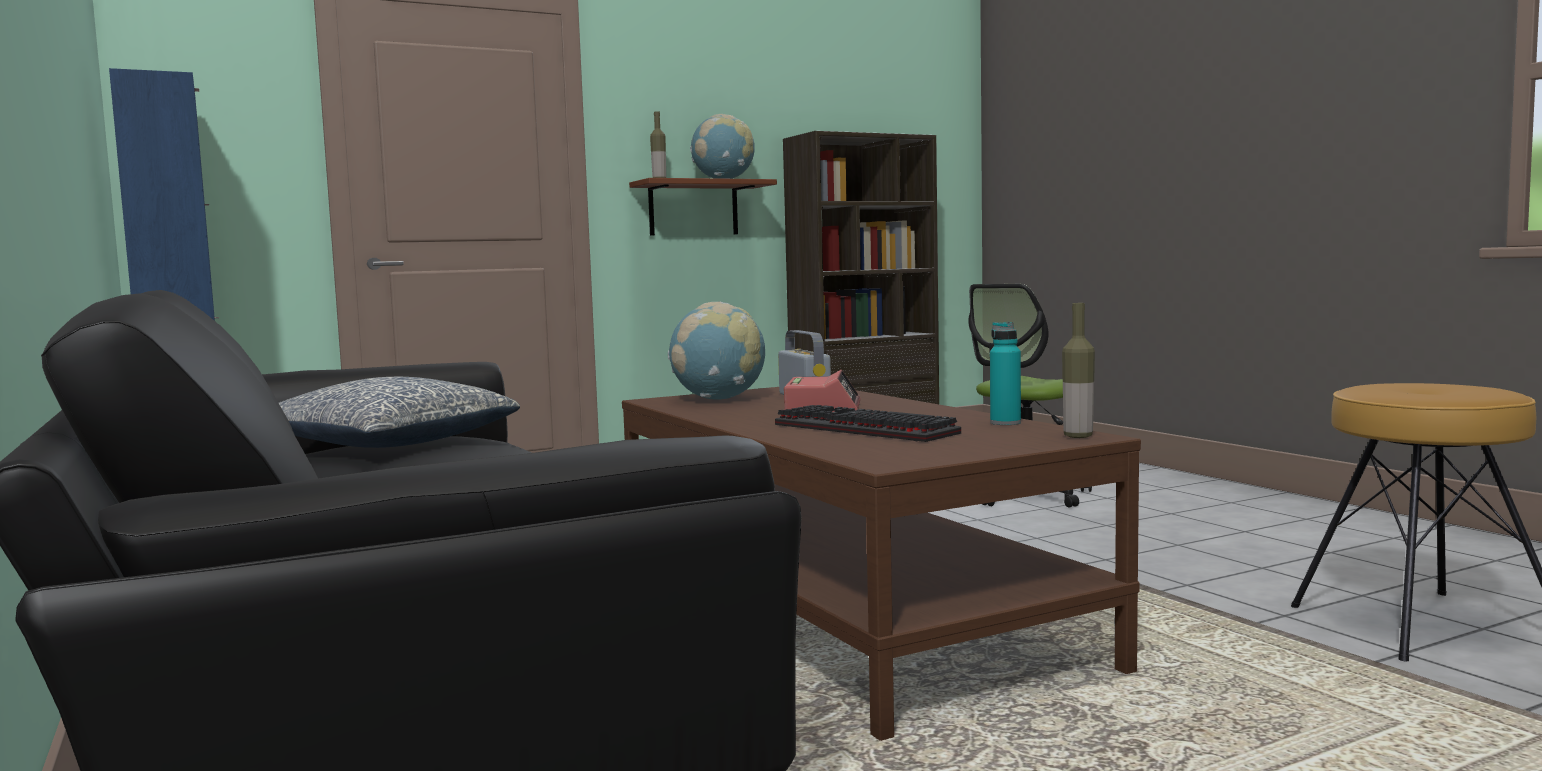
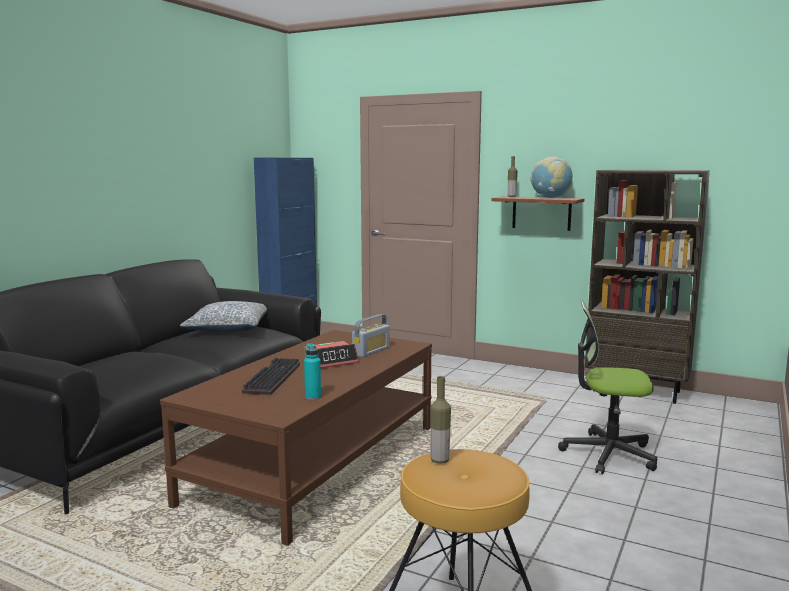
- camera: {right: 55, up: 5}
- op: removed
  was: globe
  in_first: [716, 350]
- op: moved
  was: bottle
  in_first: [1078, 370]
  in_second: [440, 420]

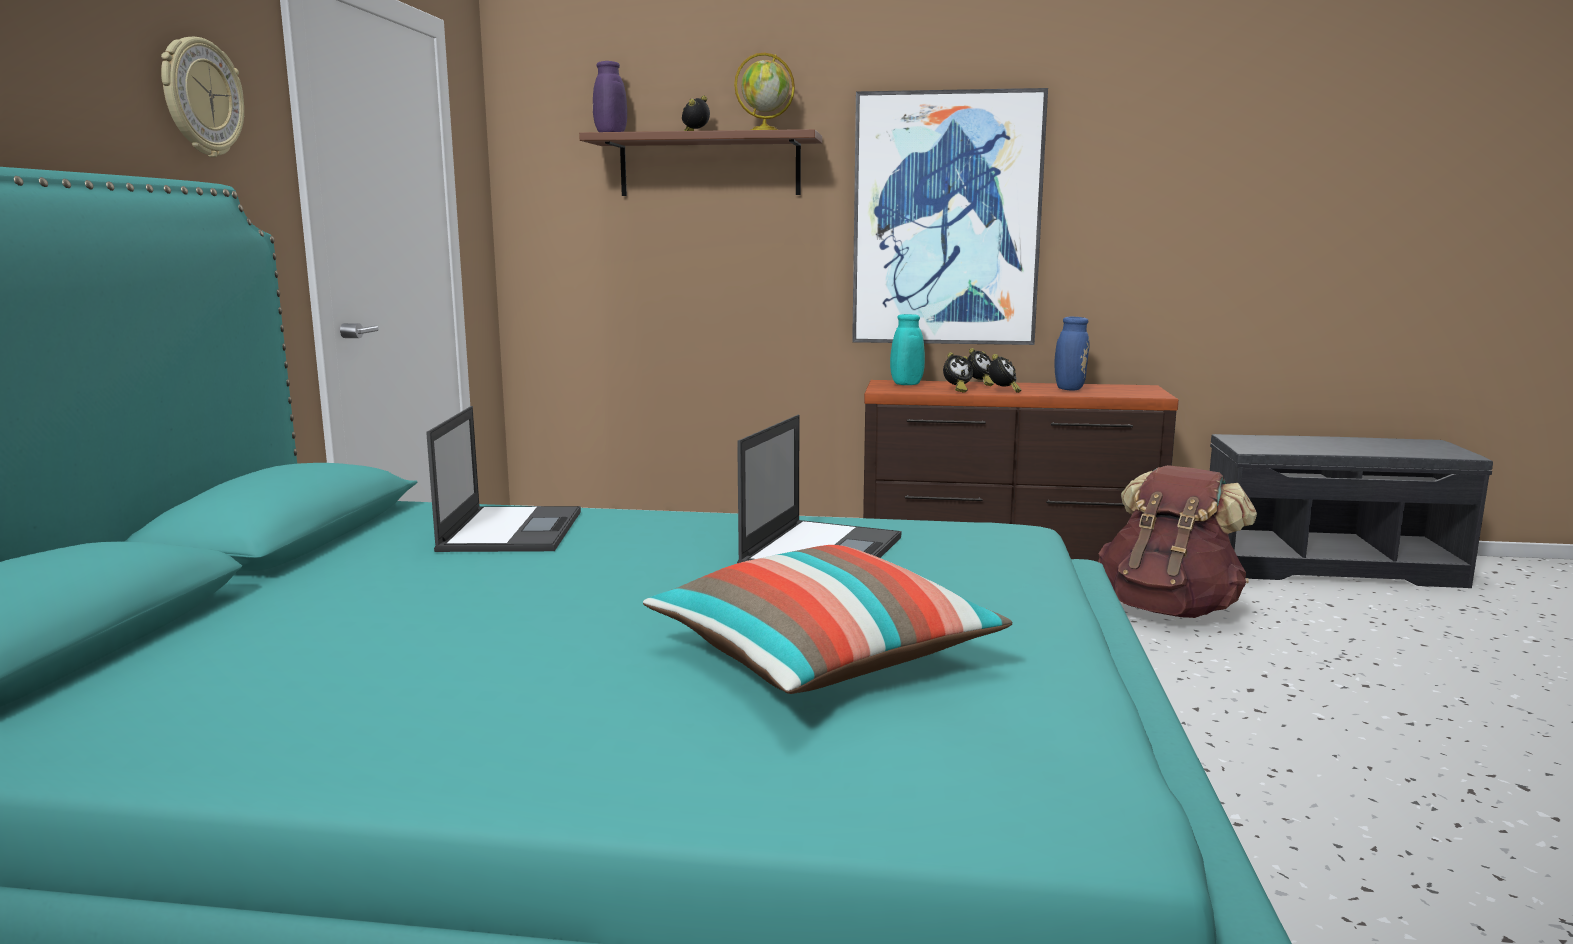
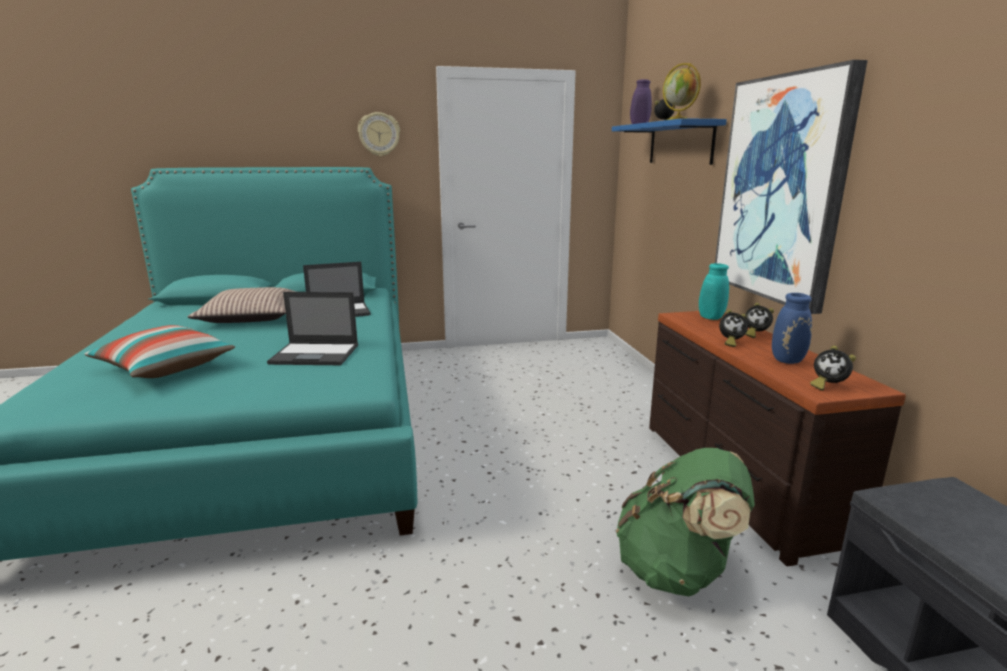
- camera: {right: 70, up: 5}
- op: recoloured
  was: brown_shelf
  now: blue_shelf
  in_first: [700, 162]
  in_second: [669, 141]
- op: moved
  was: alarm_clock
  in_first: [958, 372]
  in_second: [833, 368]
- op: recoloured
  was: brown_backpack
  now: green_backpack
  in_first: [1177, 541]
  in_second: [685, 522]
- op: added
  now: pillow
  in_second: [242, 305]

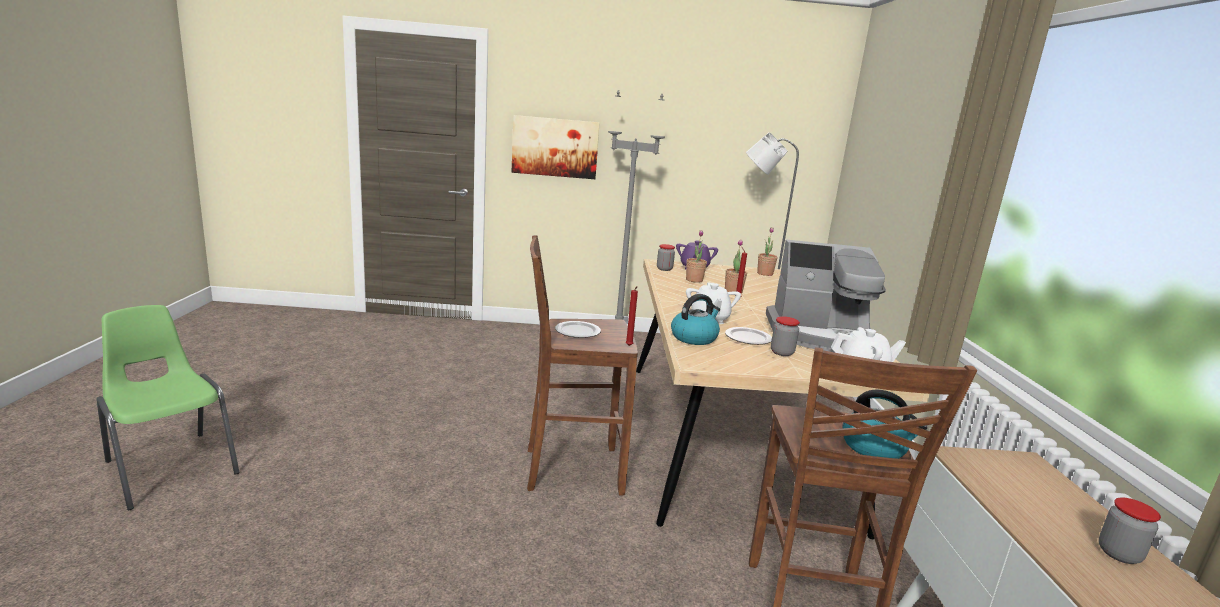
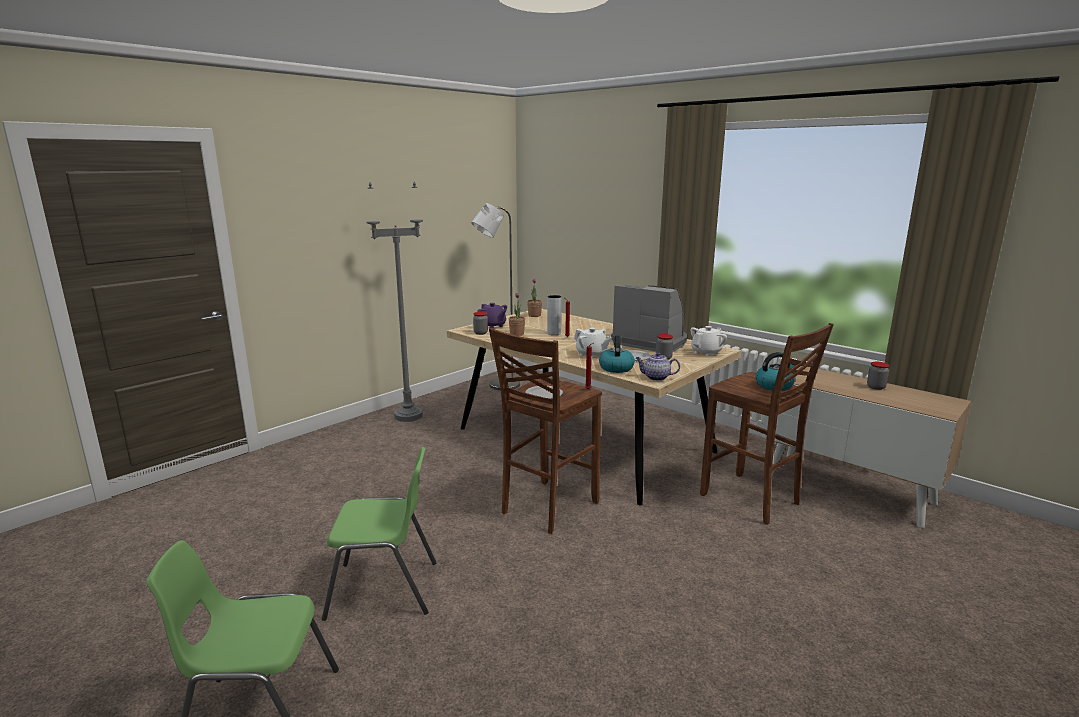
- camera: {right: -45, up: 0}
- op: removed
  was: picture
  in_first: [555, 147]
- op: replaced
  was: potted_plant
  now: grey_vase
  in_first: [736, 266]
  in_second: [554, 315]
- op: turned
  was: coffee_machine
  in_first: [826, 296]
  in_second: [649, 318]
  clockwise: -105
- op: added
  now: teapot
  in_second: [658, 366]
- op: added
  now: green_chair
  in_second: [379, 534]

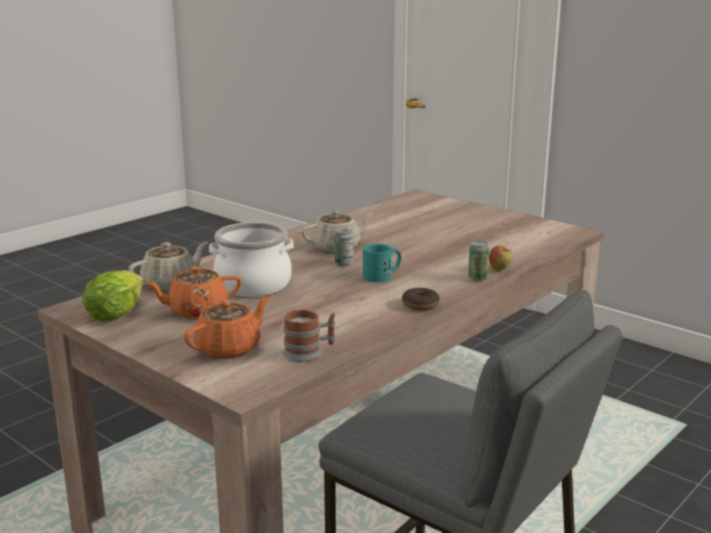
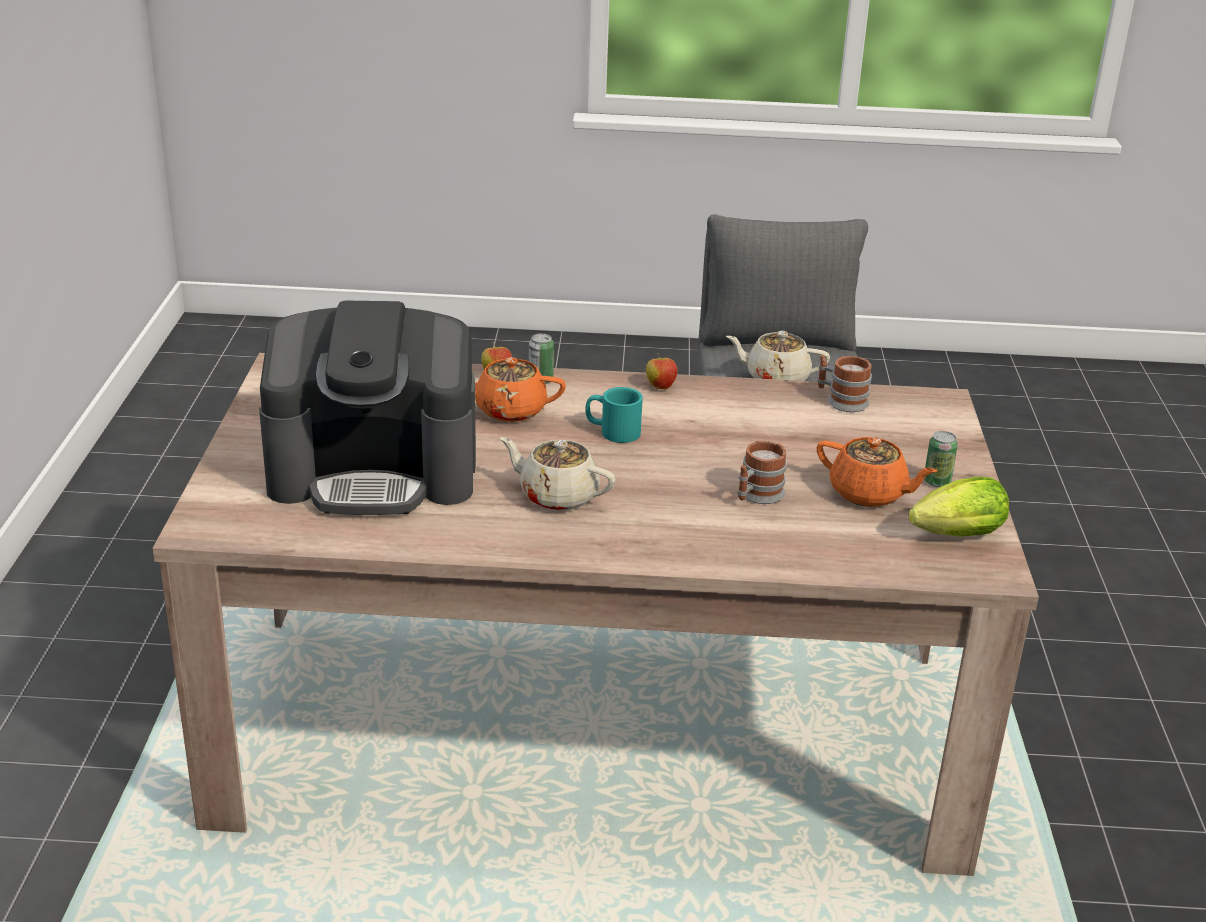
- camera: {right: -130, up: 10}
- op: replaced
  was: cooking_pot
  now: mug
  in_first: [251, 259]
  in_second: [762, 472]
- op: moved
  was: can
  in_first: [343, 247]
  in_second: [941, 459]
- op: moved
  was: beige_teapot
  in_first: [168, 266]
  in_second: [778, 356]
- op: replaced
  was: donut
  now: apple
  in_first: [421, 299]
  in_second: [661, 371]
- op: moved
  was: orange_teapot
  in_first: [226, 328]
  in_second: [520, 389]
- op: added
  now: coffee_machine
  in_second: [367, 408]

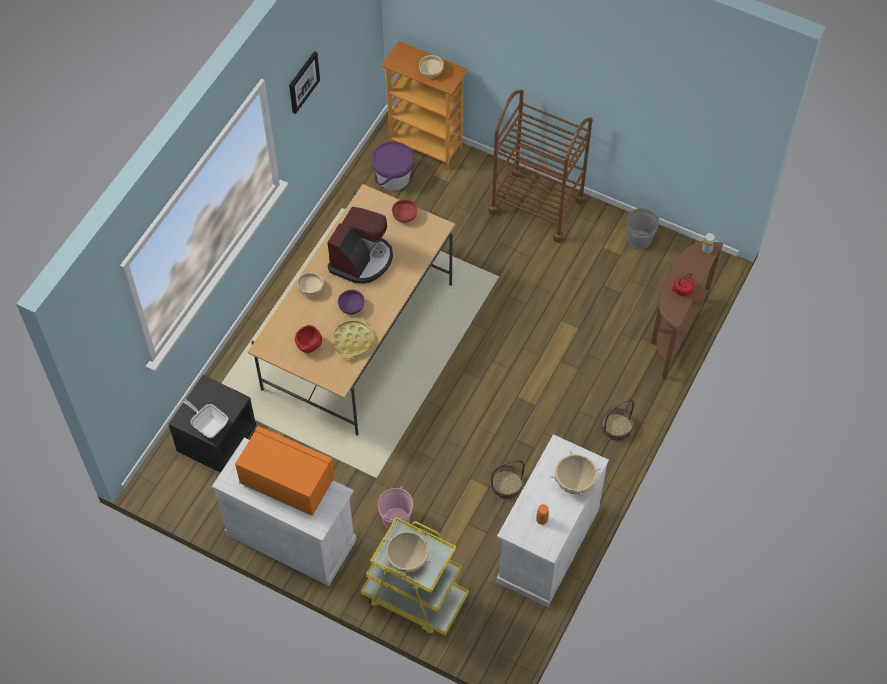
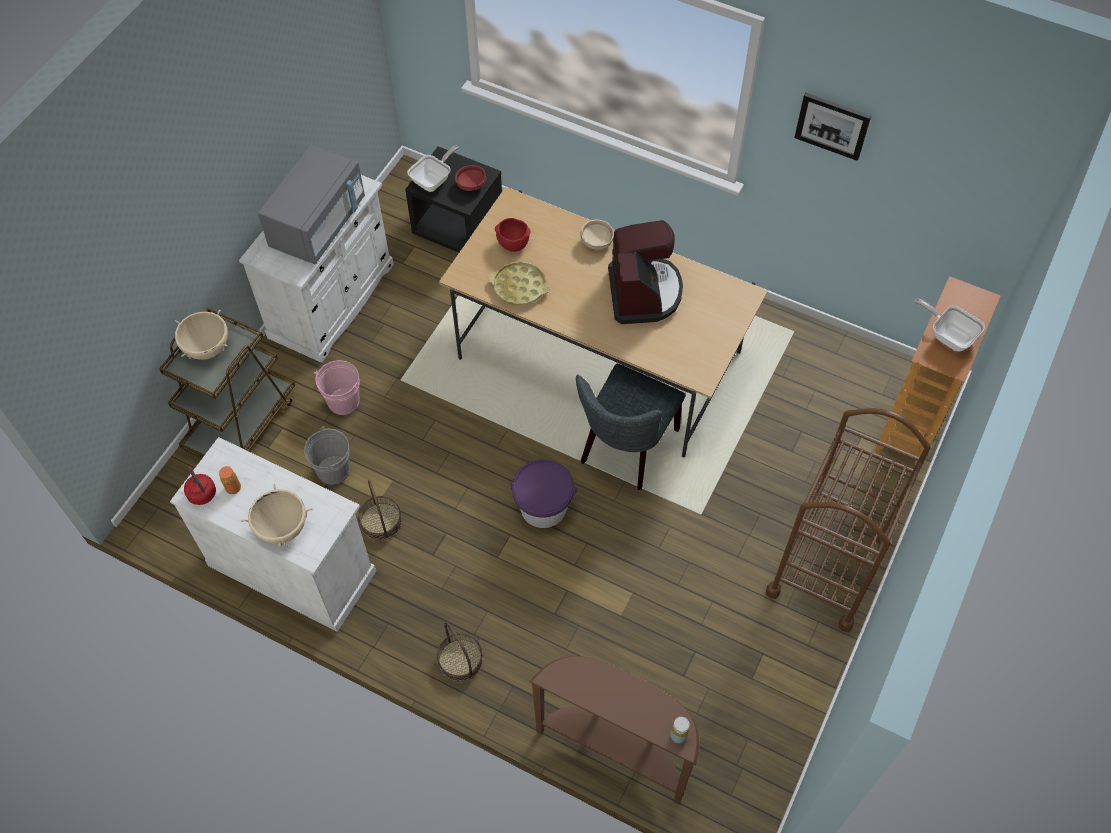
- camera: {right: 90, up: 0}
- op: replaced
  was: beige_bowl
  now: frying_pan
  in_first: [431, 66]
  in_second: [949, 324]
- op: moved
  was: purple_bucket
  in_first: [392, 166]
  in_second: [544, 493]
- op: moved
  was: red_bowl
  in_first: [404, 211]
  in_second: [470, 178]
- op: turned
  was: coffee_machine
  in_first: [360, 245]
  in_second: [645, 272]
  clockwise: -120
- op: moved
  was: grey_bucket
  in_first: [643, 229]
  in_second: [327, 455]
- op: moved
  was: red_kettle
  in_first: [682, 284]
  in_second: [200, 485]
- op: removed
  was: purple_bowl
  in_first: [351, 302]
- op: recoloured
  was: orange_microwave
  now: grey_microwave
  in_first: [285, 471]
  in_second: [311, 204]
- op: recoloured
  was: yellow_cart
  now: brown_cart
  in_first: [414, 576]
  in_second: [227, 383]
- op: added
  now: grey_chair
  in_second: [630, 427]

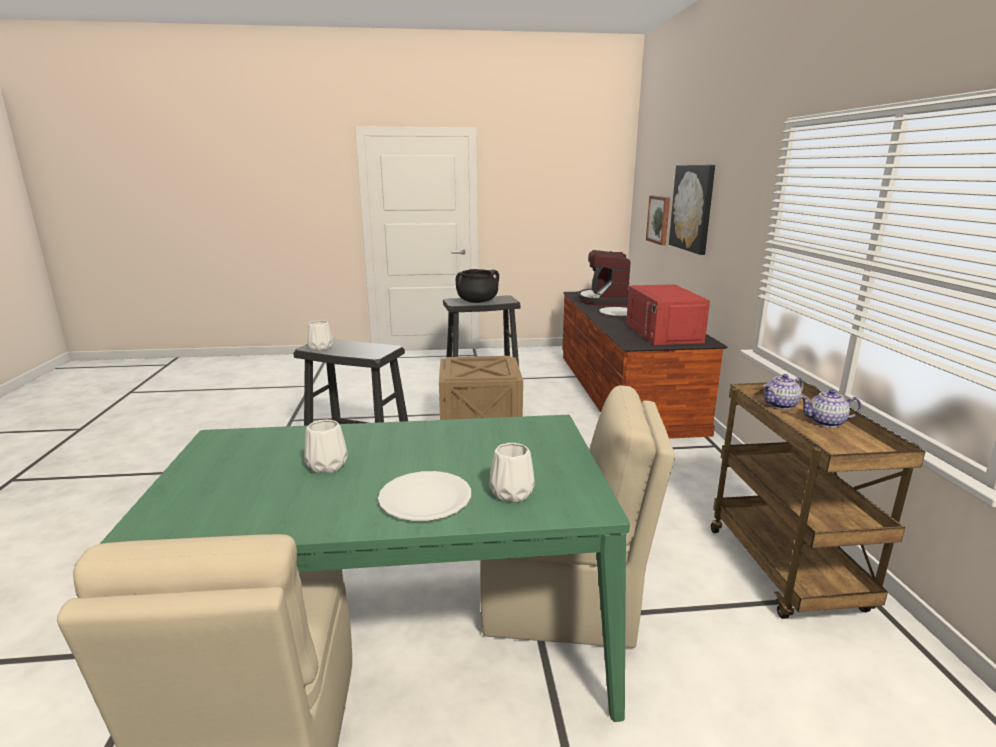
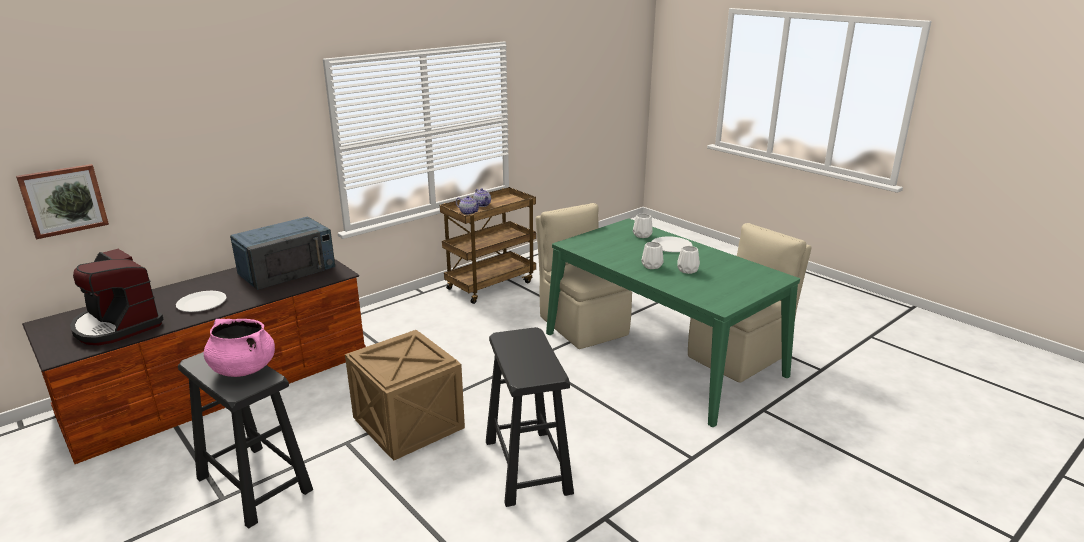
- camera: {right: -125, up: 5}
- op: removed
  was: picture
  in_first: [692, 210]
- op: turned
  was: coffee_machine
  in_first: [604, 277]
  in_second: [117, 297]
  clockwise: 75
- op: recoloured
  was: black_cooking_pot
  now: pink_cooking_pot
  in_first: [477, 286]
  in_second: [239, 348]
- op: recoloured
  was: red_microwave
  now: blue_microwave
  in_first: [668, 314]
  in_second: [282, 253]
- op: moved
  was: white_vase
  in_first: [320, 335]
  in_second: [652, 255]

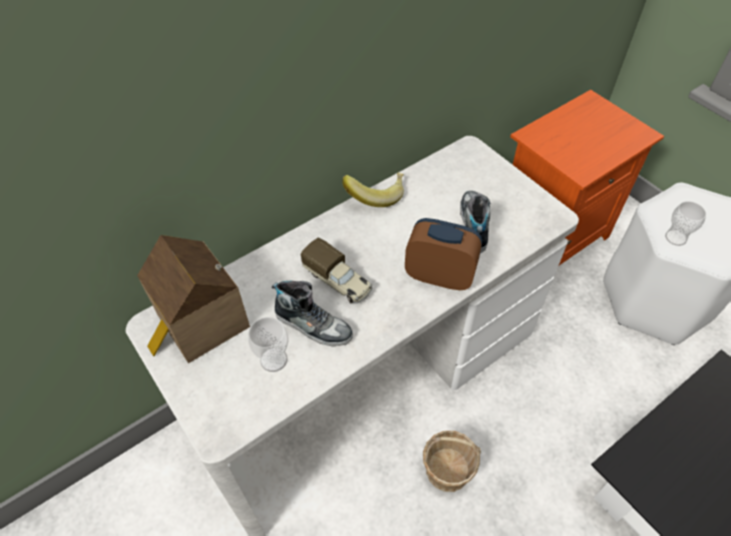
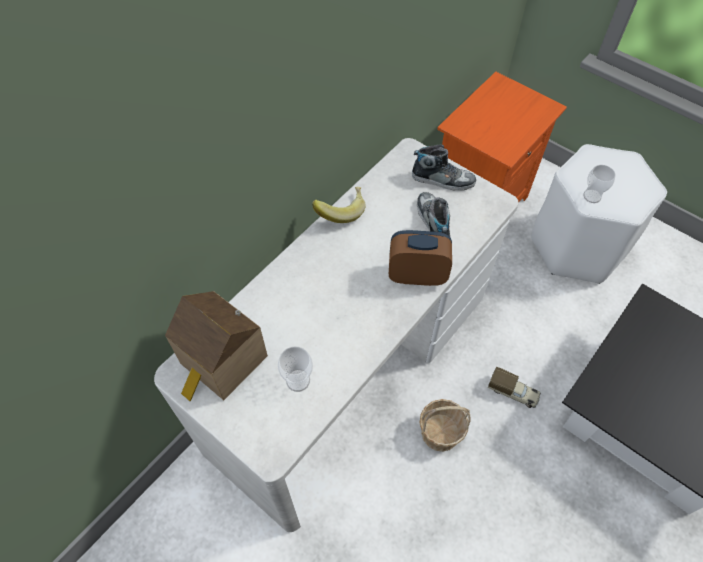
- camera: {right: -15, up: 5}
- op: moved
  was: toy_truck
  in_first: [337, 271]
  in_second: [514, 387]
- op: moved
  was: shoe
  in_first: [312, 313]
  in_second: [444, 167]

